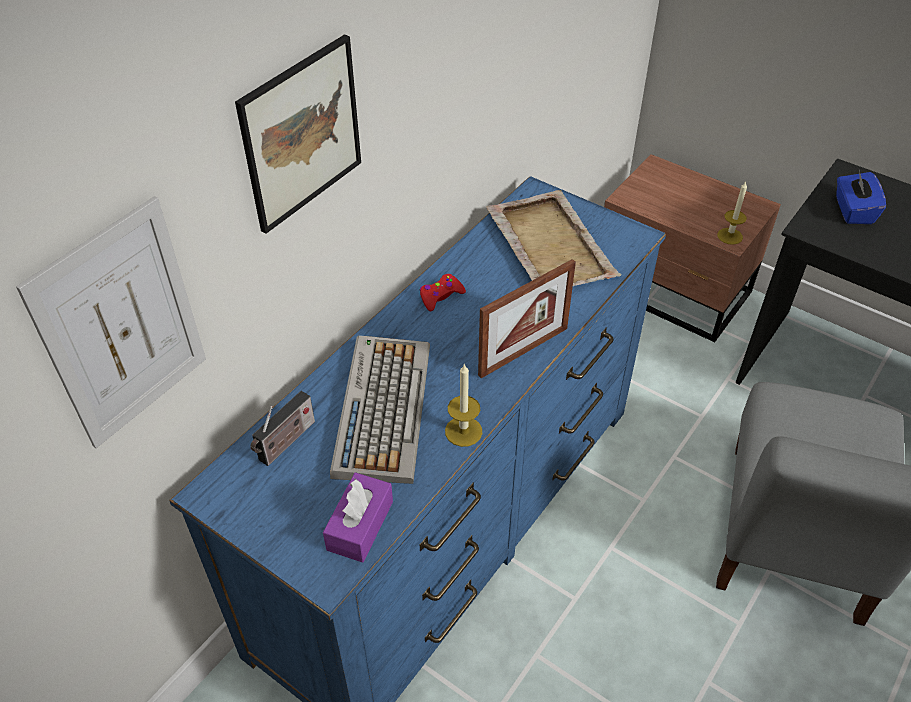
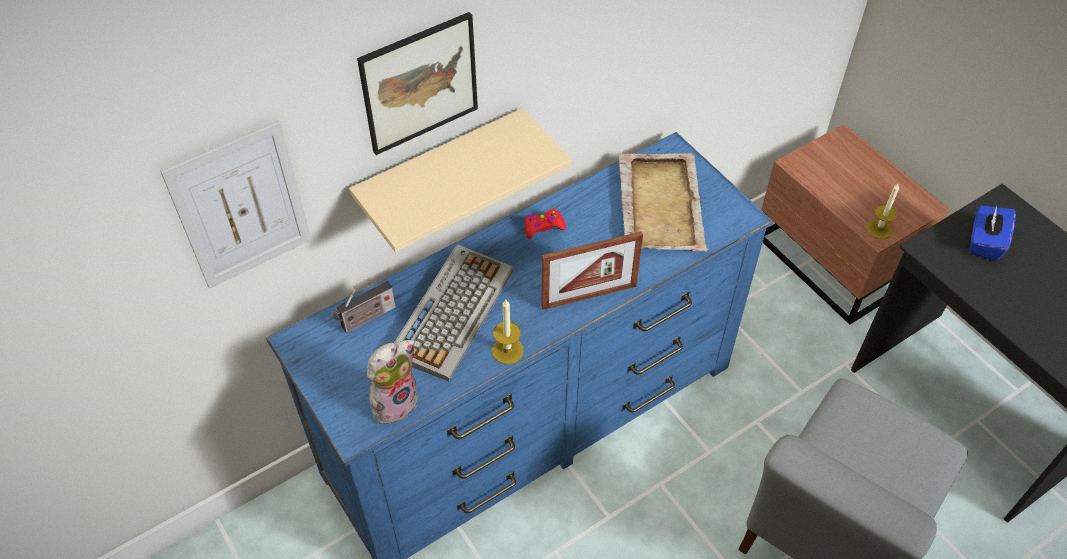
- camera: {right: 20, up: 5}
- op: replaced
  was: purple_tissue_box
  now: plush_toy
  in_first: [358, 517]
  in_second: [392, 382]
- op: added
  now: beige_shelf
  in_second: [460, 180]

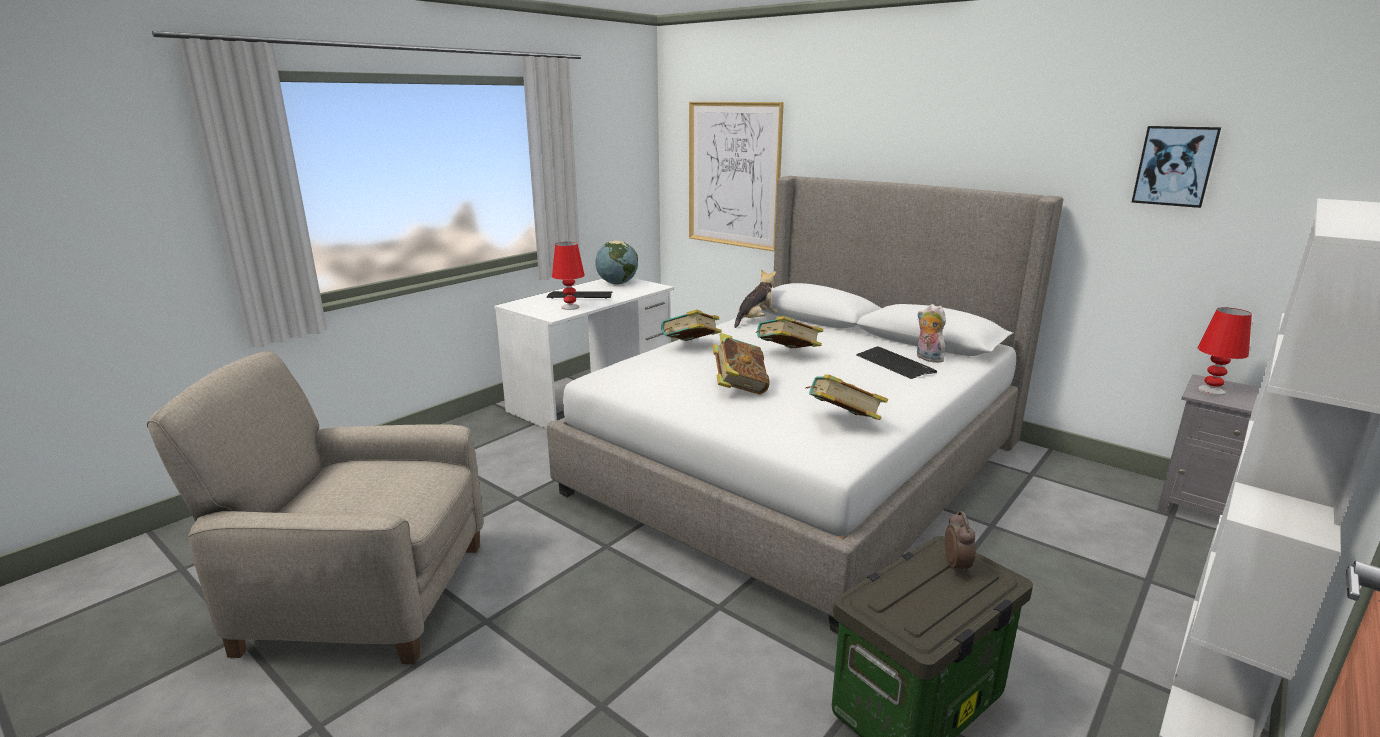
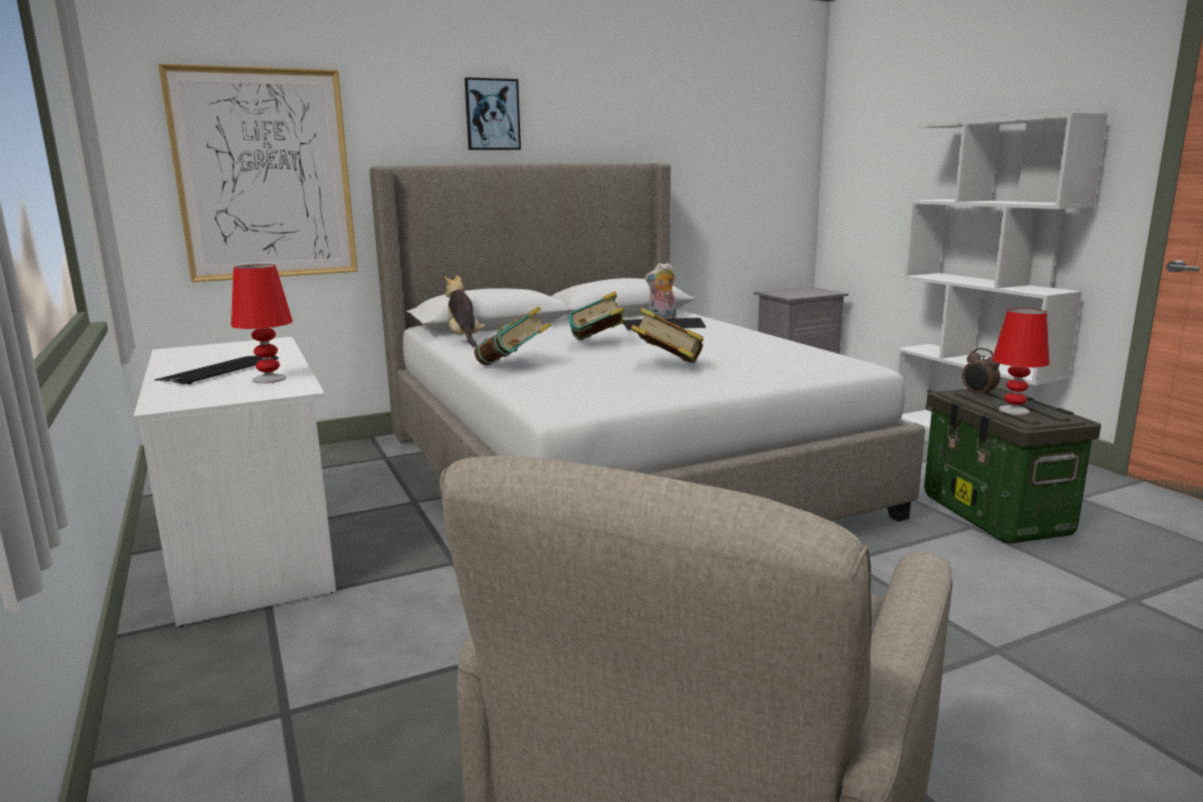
- camera: {right: -65, up: -5}
- op: moved
  was: picture
  in_first: [1176, 167]
  in_second: [492, 113]
- op: removed
  was: globe
  in_first: [616, 263]
- op: moved
  was: red_table_lamp
  in_first: [1224, 351]
  in_second: [1021, 361]
- op: removed
  was: book
  in_first: [846, 397]
- op: turned
  was: alarm_clock
  in_first: [960, 543]
  in_second: [981, 372]
  clockwise: -150

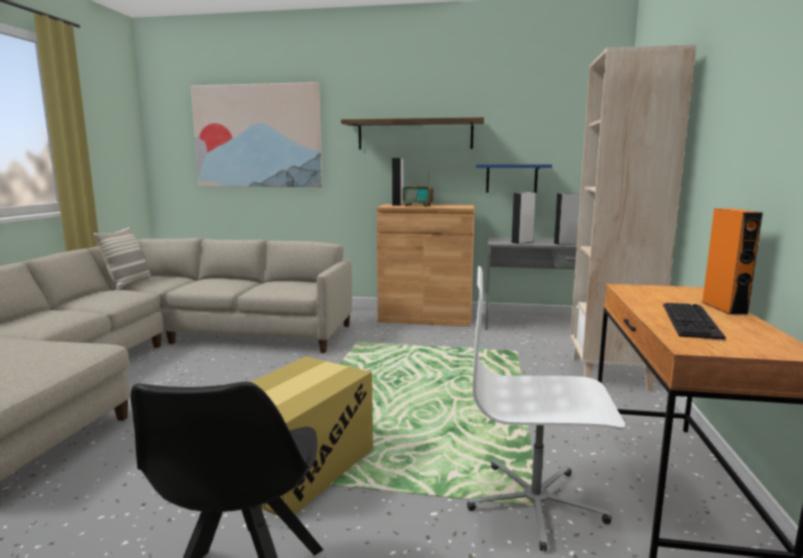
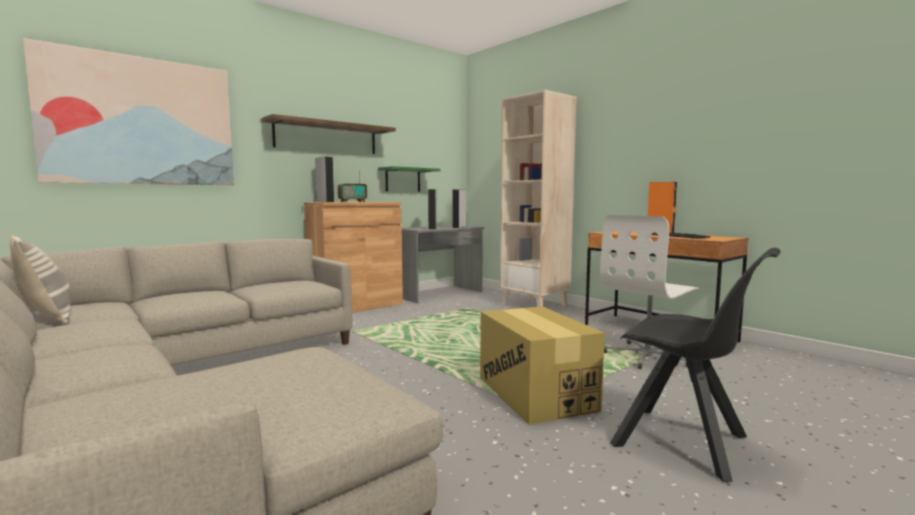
- camera: {right: -50, up: -5}
- op: recoloured
  was: blue_shelf
  now: green_shelf
  in_first: [514, 178]
  in_second: [409, 179]

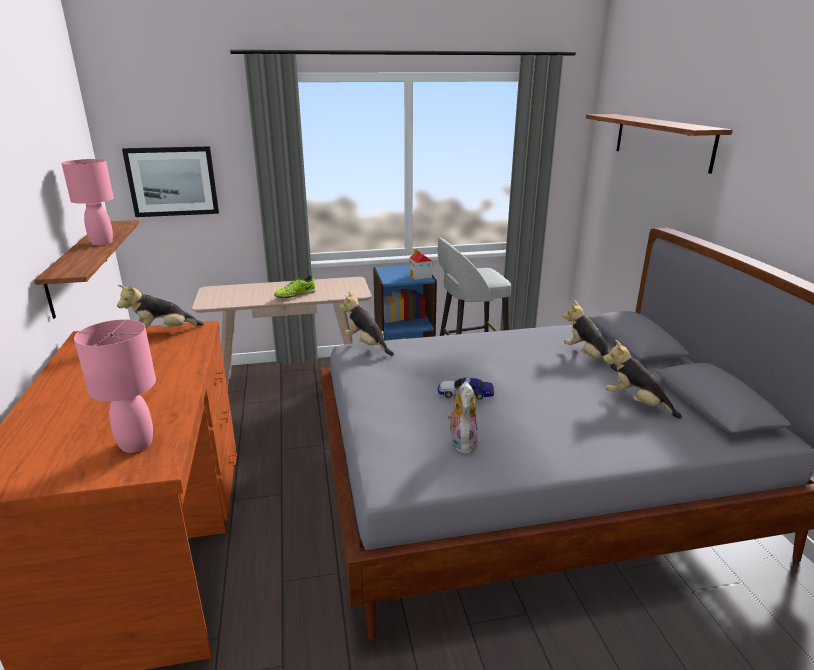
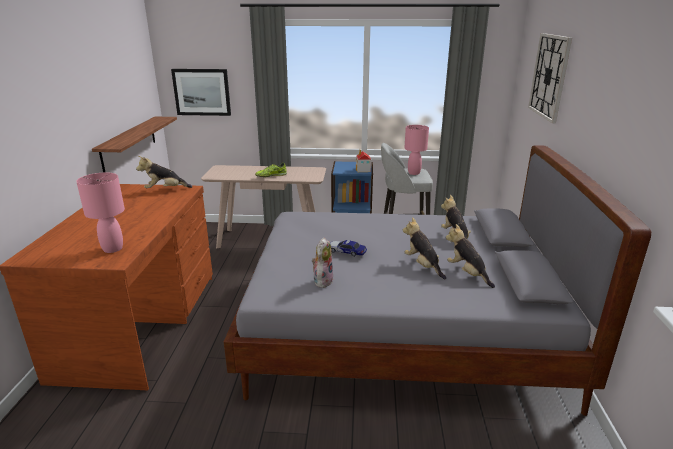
- camera: {right: 15, up: 0}
- op: replaced
  was: shelf
  now: wall_clock
  in_first: [659, 144]
  in_second: [550, 78]
- op: moved
  was: pink_table_lamp
  in_first: [87, 202]
  in_second: [416, 150]
- op: moved
  was: plush_toy
  in_first: [367, 323]
  in_second: [424, 248]

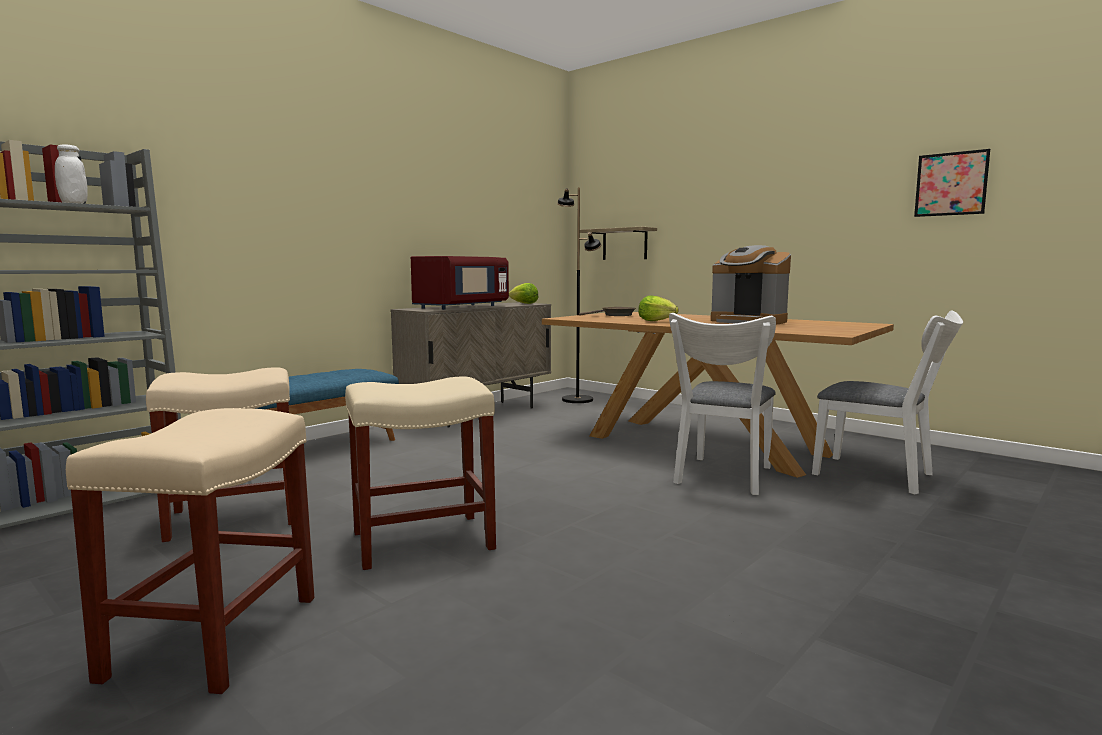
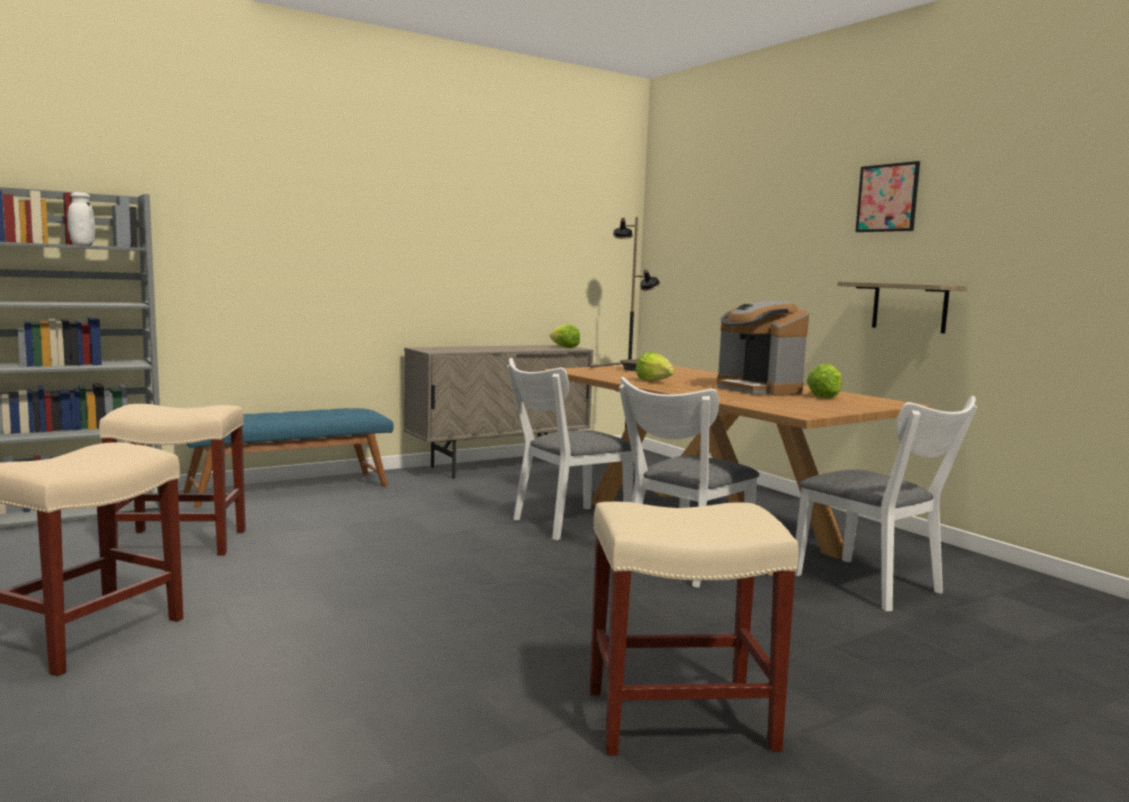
- camera: {right: 15, up: 0}
- op: moved
  was: picture
  in_first: [952, 183]
  in_second: [887, 196]
- op: moved
  was: shelf
  in_first: [618, 243]
  in_second: [902, 307]
- op: removed
  was: red_microwave
  in_first: [460, 283]
- op: moved
  was: beige_stool
  in_first: [420, 473]
  in_second: [694, 629]
- op: added
  now: white_chair
  in_second: [570, 449]
- op: added
  now: lettuce
  in_second: [824, 381]

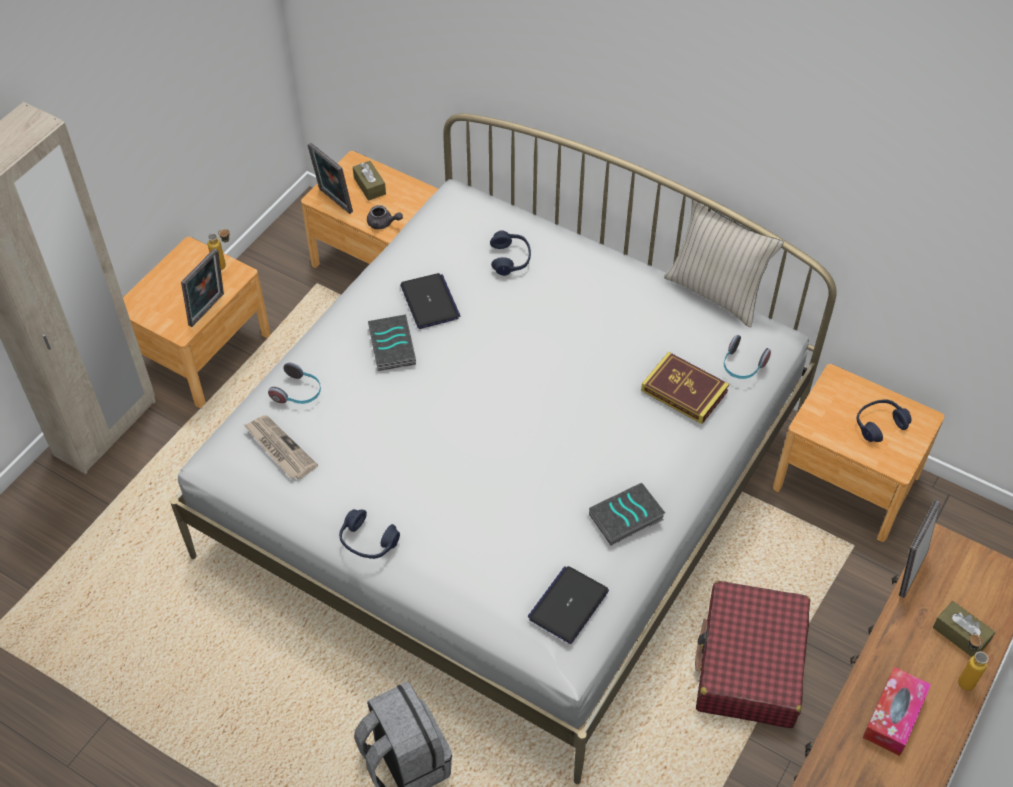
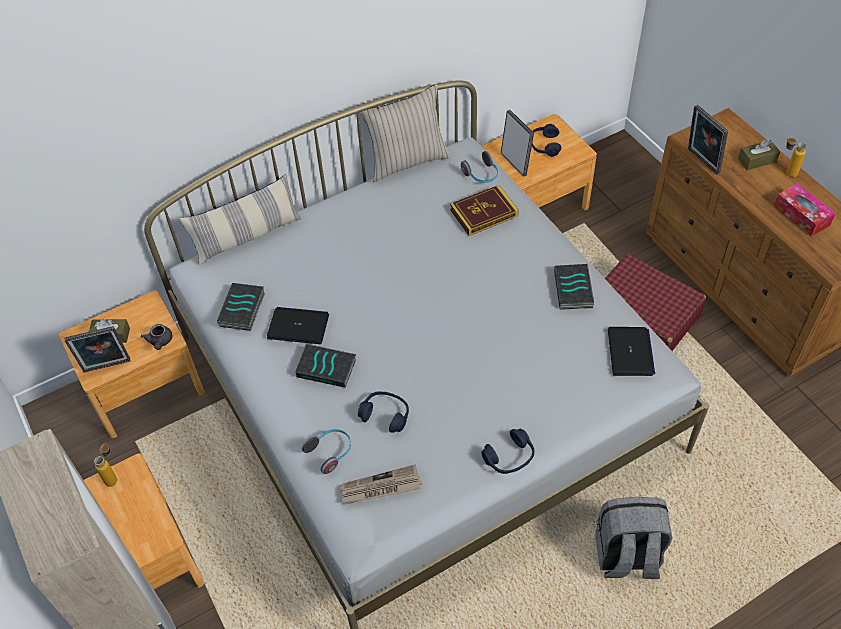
- camera: {right: -60, up: 0}
- op: turned
  was: grey_teapot
  in_first: [385, 217]
  in_second: [156, 337]
  clockwise: 120
- op: moved
  was: blue_headphones
  in_first: [510, 253]
  in_second: [383, 412]
- op: moved
  was: picture_frame
  in_first: [202, 287]
  in_second: [517, 143]
- op: turned
  was: laptop
  in_first: [568, 605]
  in_second: [631, 351]
  clockwise: -150
- op: added
  now: pillow
  in_second: [240, 219]
- op: added
  now: book
  in_second: [241, 307]

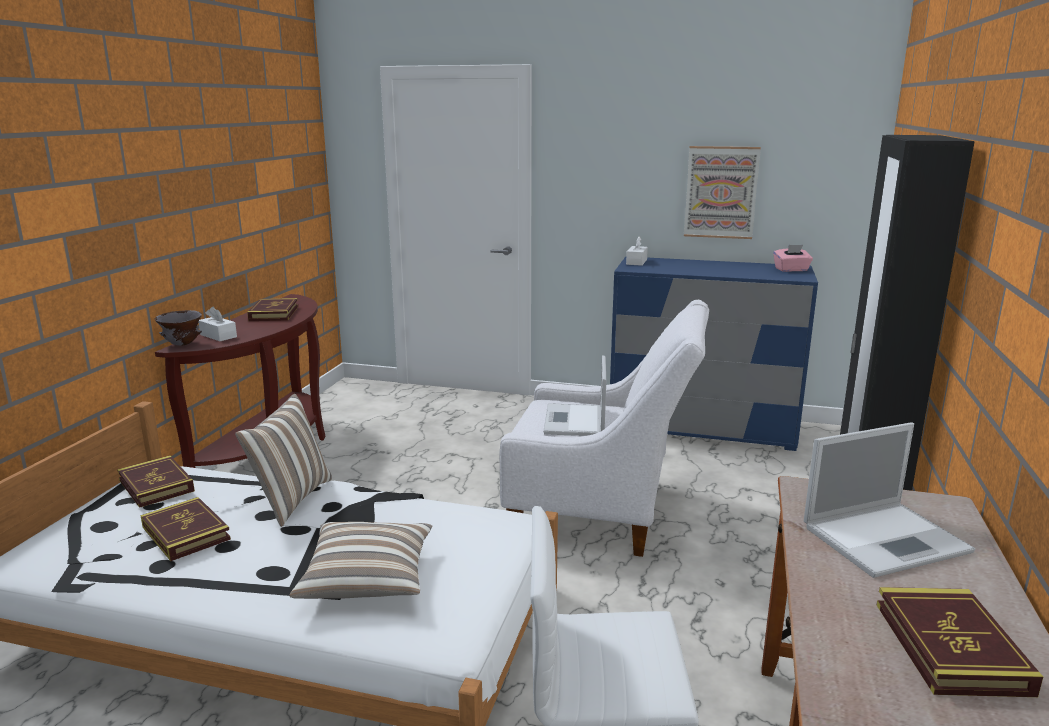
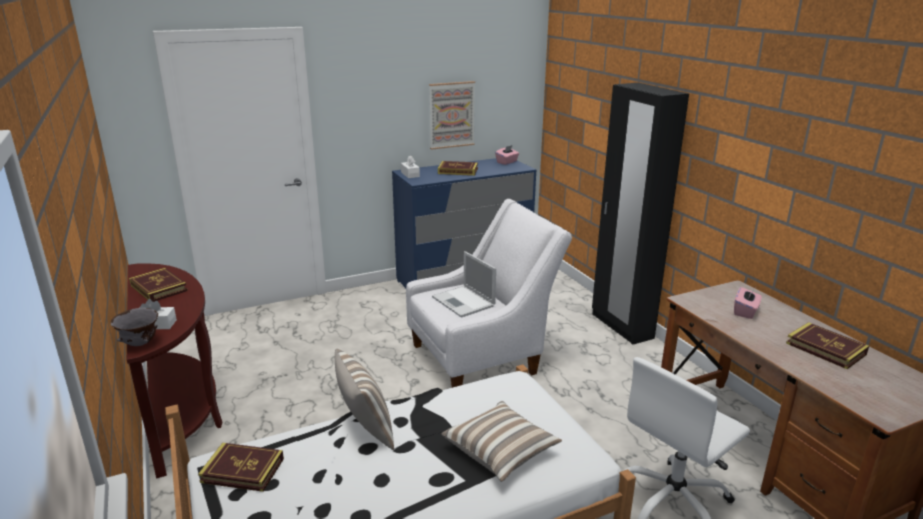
- camera: {right: -40, up: 5}
- op: replaced
  was: laptop
  now: pink_tissue_box
  in_first: [889, 500]
  in_second: [748, 303]
- op: moved
  was: book
  in_first: [185, 529]
  in_second: [458, 168]

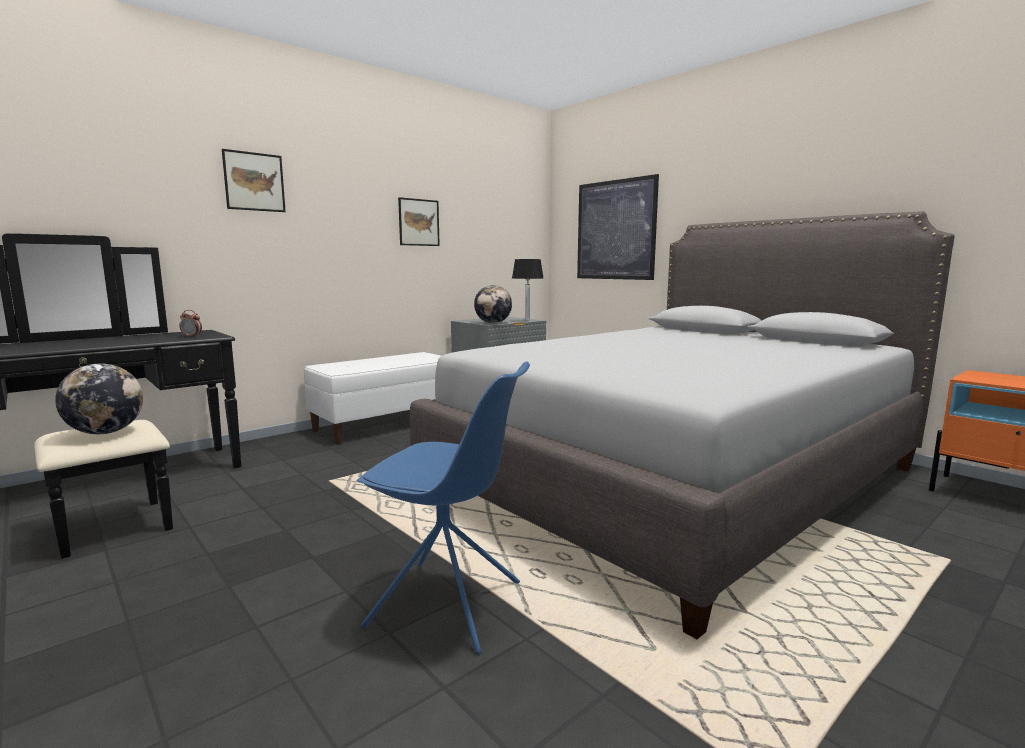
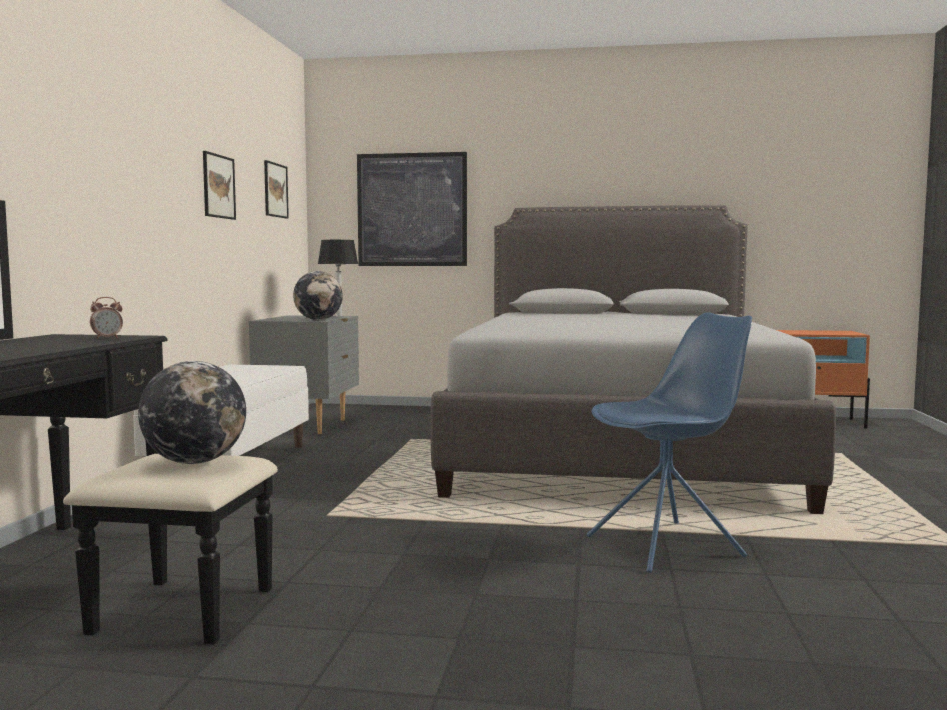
- camera: {right: -40, up: -5}
- op: moved
  was: picture
  in_first: [254, 180]
  in_second: [276, 189]

